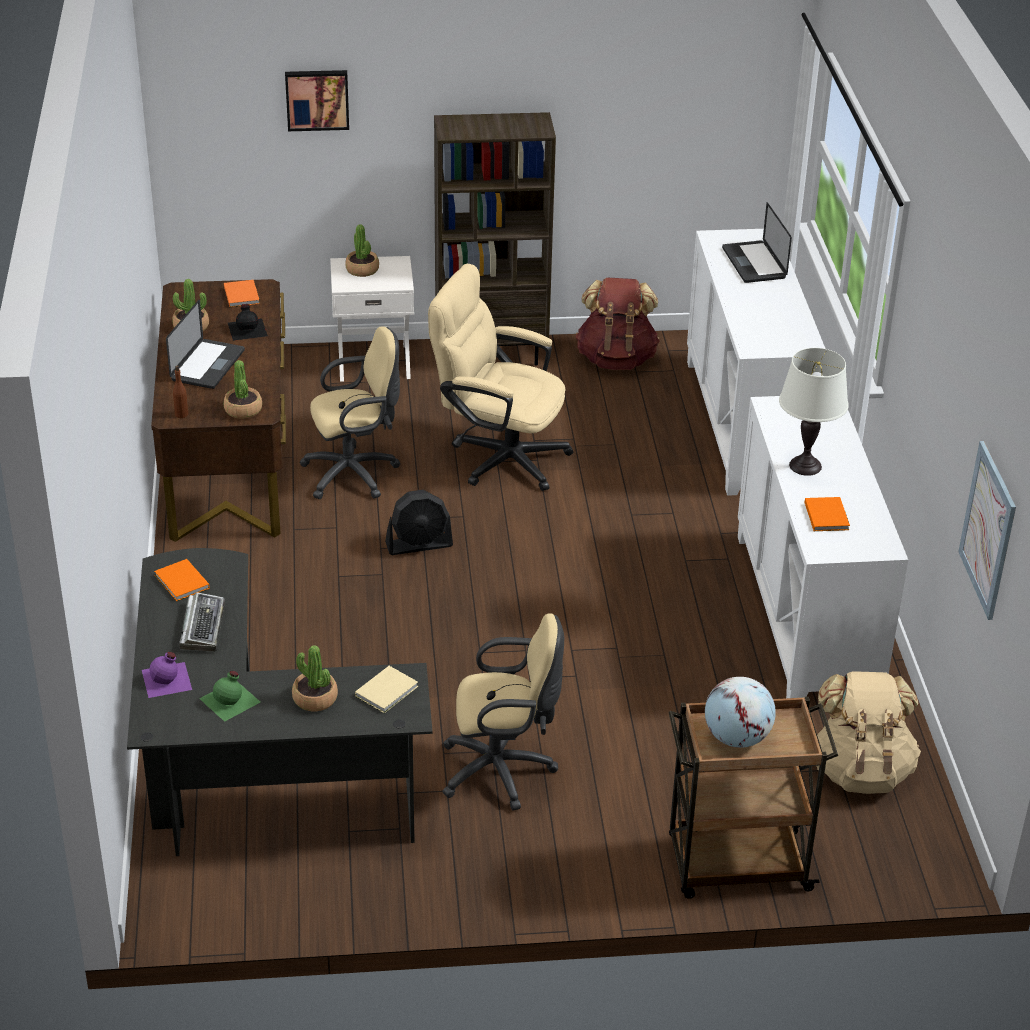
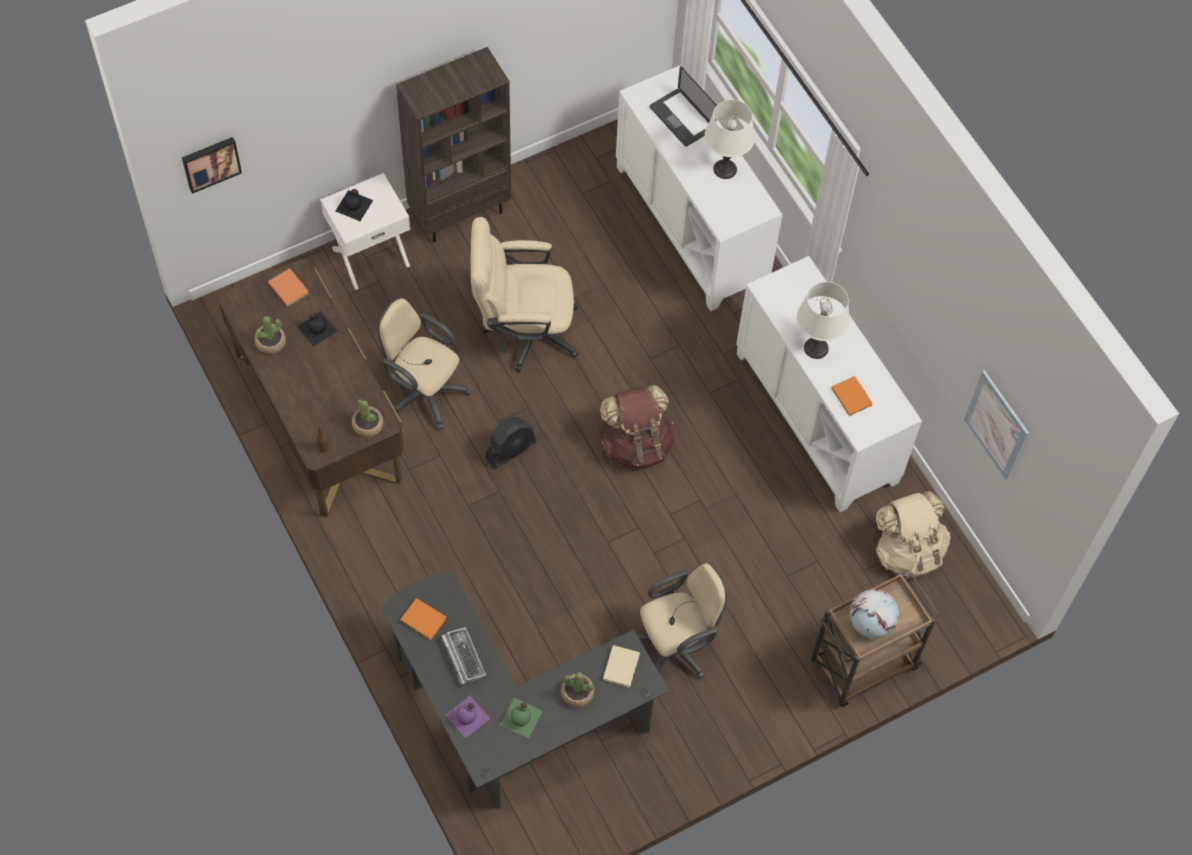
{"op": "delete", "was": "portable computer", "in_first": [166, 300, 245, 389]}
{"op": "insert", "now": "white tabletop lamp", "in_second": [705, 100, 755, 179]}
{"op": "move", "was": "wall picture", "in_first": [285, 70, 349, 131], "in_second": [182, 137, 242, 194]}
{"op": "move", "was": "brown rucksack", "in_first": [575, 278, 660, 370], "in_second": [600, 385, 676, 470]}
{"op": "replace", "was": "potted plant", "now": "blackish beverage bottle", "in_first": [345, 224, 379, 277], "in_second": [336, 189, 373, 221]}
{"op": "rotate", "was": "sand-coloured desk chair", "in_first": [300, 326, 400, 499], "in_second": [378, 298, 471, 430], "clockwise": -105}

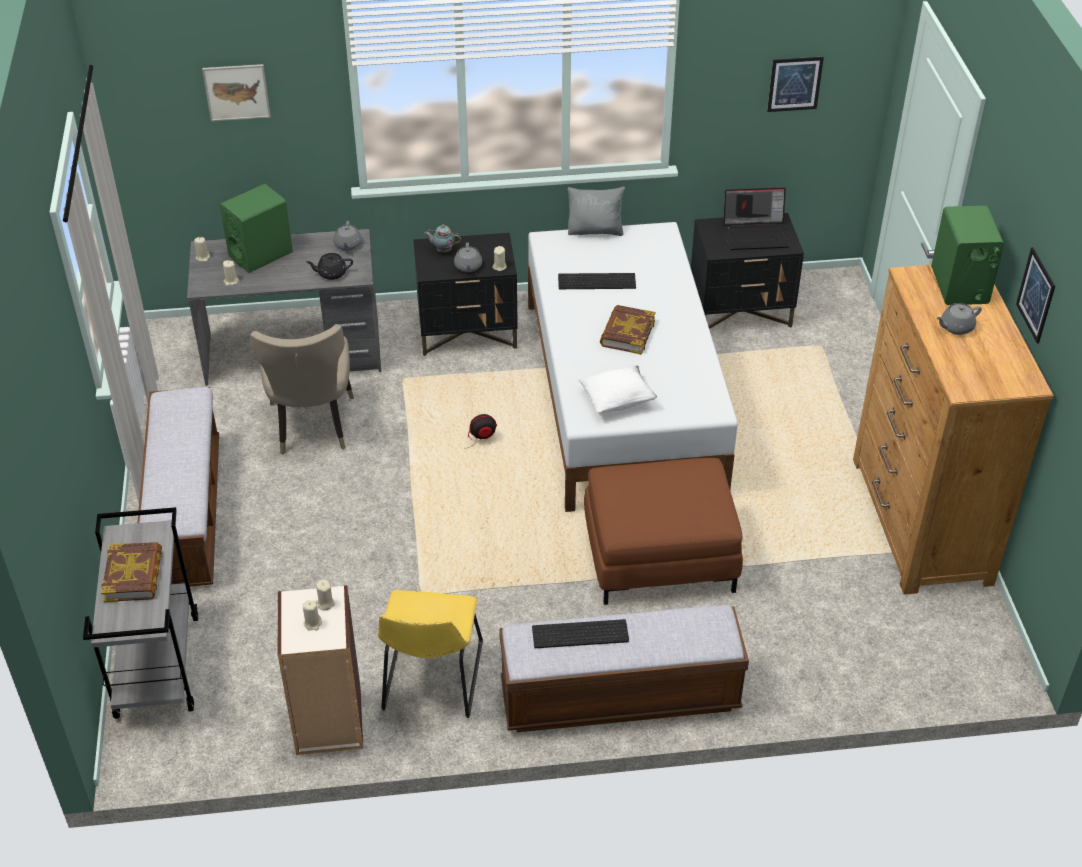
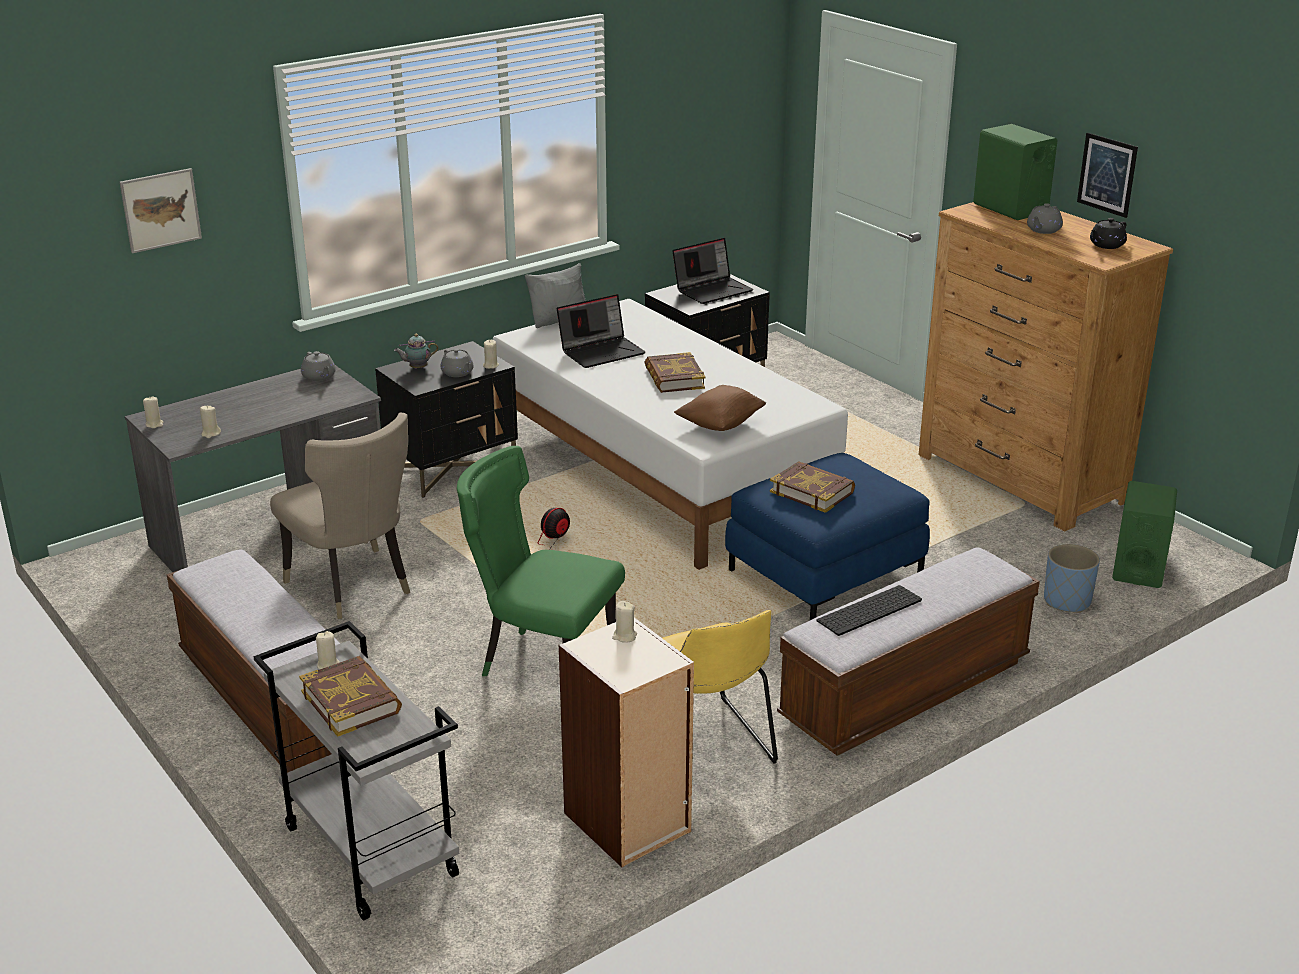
{"op": "delete", "was": "wall picture", "in_first": [767, 57, 824, 112]}
{"op": "insert", "now": "greenish chair", "in_second": [457, 446, 625, 676]}
{"op": "insert", "now": "book", "in_second": [770, 461, 855, 513]}
{"op": "insert", "now": "blue-coloured plant pot", "in_second": [1044, 544, 1100, 613]}
{"op": "move", "was": "greenish audio speaker", "in_first": [220, 184, 293, 273], "in_second": [1112, 481, 1177, 588]}
{"op": "move", "was": "sand-coloured wax light", "in_first": [303, 600, 322, 631], "in_second": [316, 631, 340, 670]}
{"op": "move", "was": "blackish tea pot", "in_first": [306, 253, 353, 280], "in_second": [1090, 218, 1127, 249]}
{"op": "replace", "was": "PC keyboard", "now": "portable computer", "in_first": [558, 273, 636, 289], "in_second": [557, 294, 645, 368]}
{"op": "recolor", "was": "white pillow", "now": "brown pillow", "in_first": [578, 364, 657, 413], "in_second": [674, 385, 766, 431]}
{"op": "recolor", "was": "brown ottoman", "now": "blue-coloured ottoman", "in_first": [584, 458, 743, 605], "in_second": [725, 453, 930, 620]}

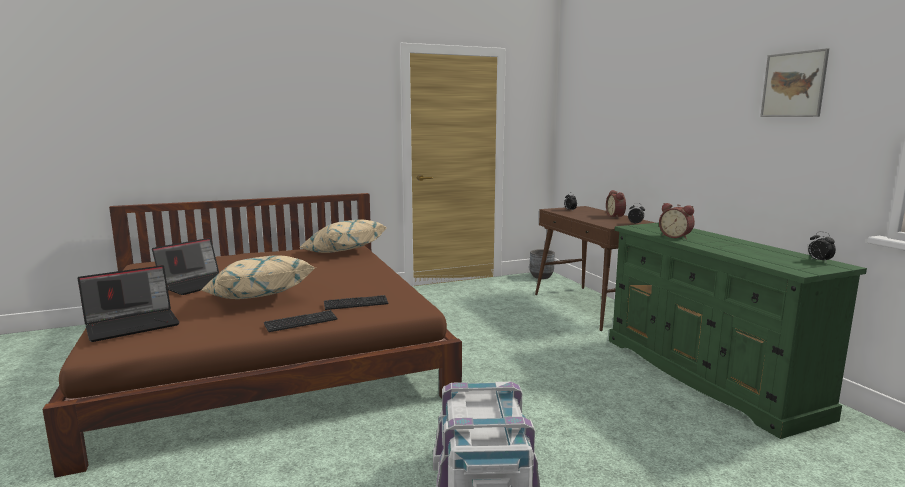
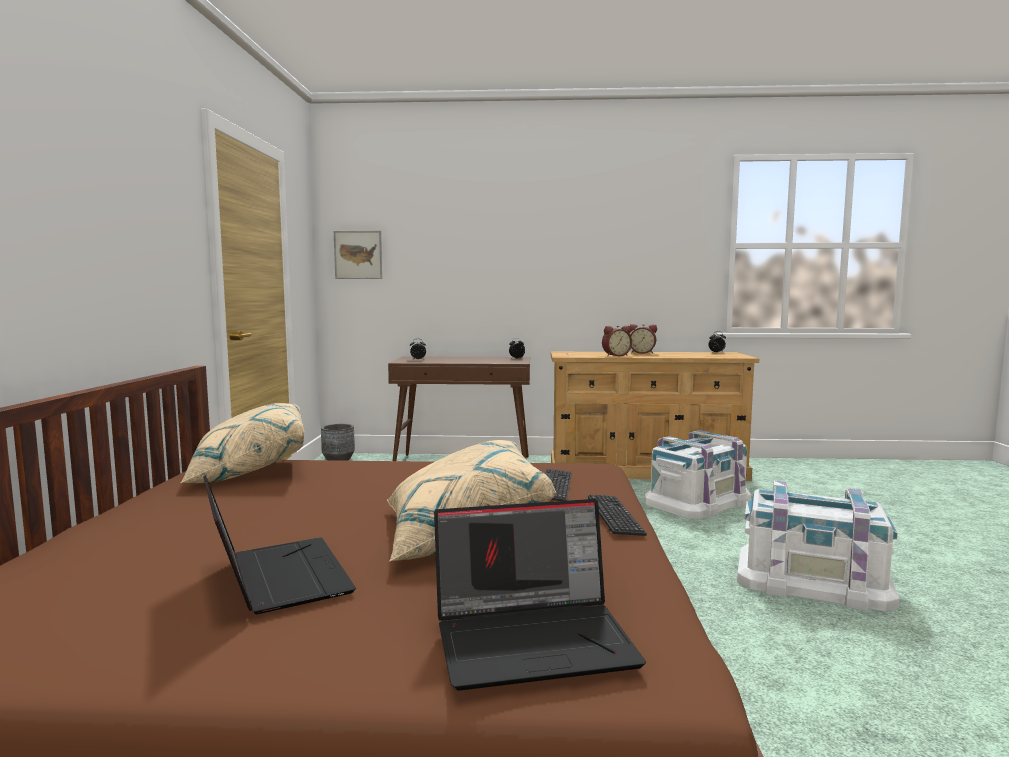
{"op": "insert", "now": "white storage container", "in_second": [645, 430, 751, 519]}
{"op": "move", "was": "table clock", "in_first": [606, 190, 626, 218], "in_second": [630, 324, 657, 354]}
{"op": "move", "was": "wall picture", "in_first": [760, 48, 829, 117], "in_second": [334, 231, 382, 279]}
{"op": "recolor", "was": "greenish chest of drawers", "now": "sand-coloured chest of drawers", "in_first": [609, 223, 867, 439], "in_second": [551, 352, 759, 481]}
{"op": "rotate", "was": "portable computer", "in_first": [78, 265, 180, 342], "in_second": [434, 499, 646, 691], "clockwise": 90}

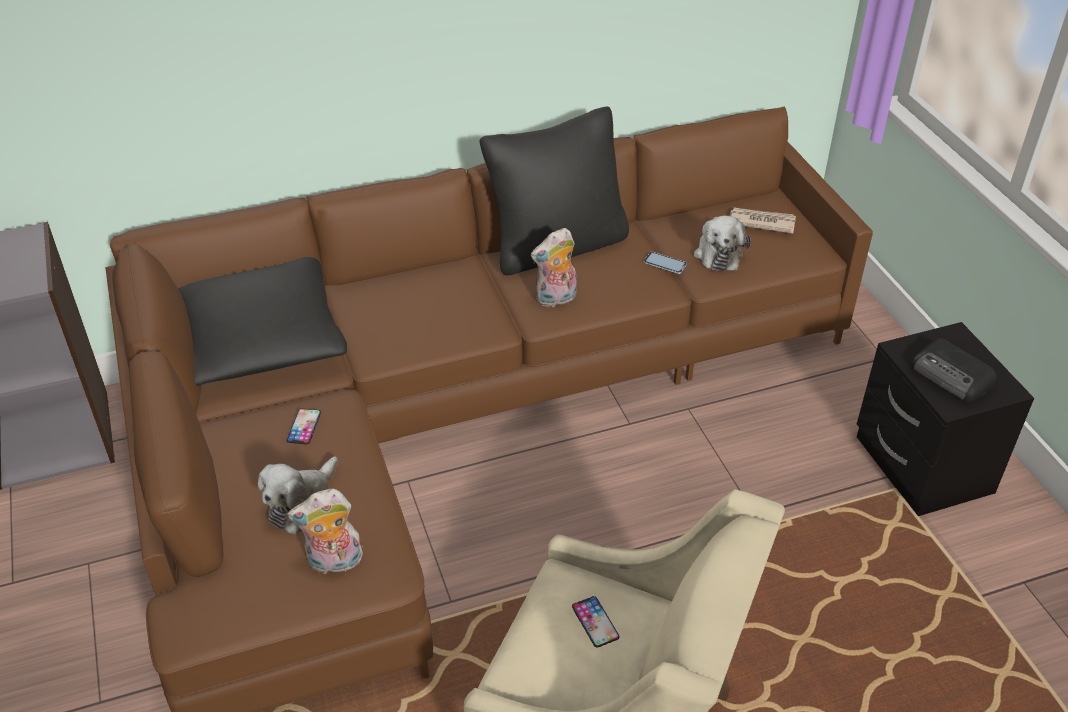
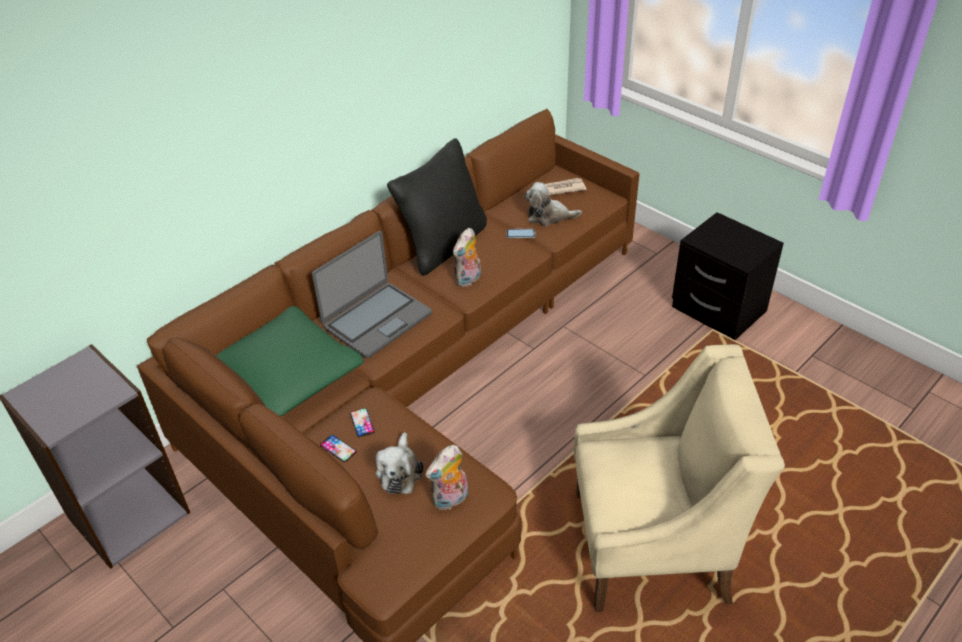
{"op": "delete", "was": "radio set", "in_first": [911, 338, 997, 402]}
{"op": "insert", "now": "portable computer", "in_second": [312, 231, 432, 358]}
{"op": "move", "was": "phone", "in_first": [572, 596, 620, 648], "in_second": [320, 435, 357, 462]}
{"op": "recolor", "was": "blackish pillow", "now": "greenish pillow", "in_first": [178, 257, 347, 386], "in_second": [216, 306, 364, 417]}
{"op": "rotate", "was": "soft toy", "in_first": [694, 216, 751, 271], "in_second": [525, 182, 582, 226], "clockwise": 120}

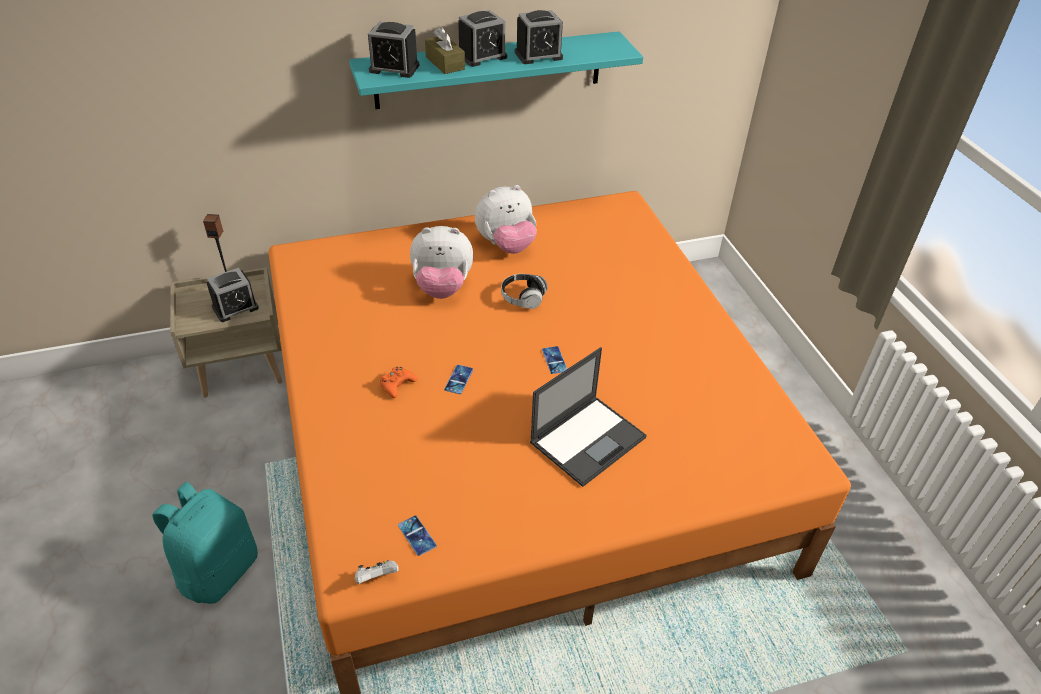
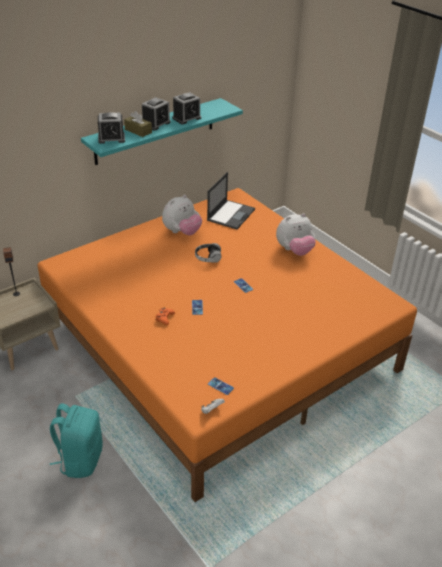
{"op": "delete", "was": "table clock", "in_first": [206, 268, 259, 322]}
{"op": "move", "was": "soft toy", "in_first": [410, 226, 473, 299], "in_second": [276, 213, 316, 256]}
{"op": "move", "was": "portable computer", "in_first": [530, 347, 647, 487], "in_second": [207, 172, 255, 229]}

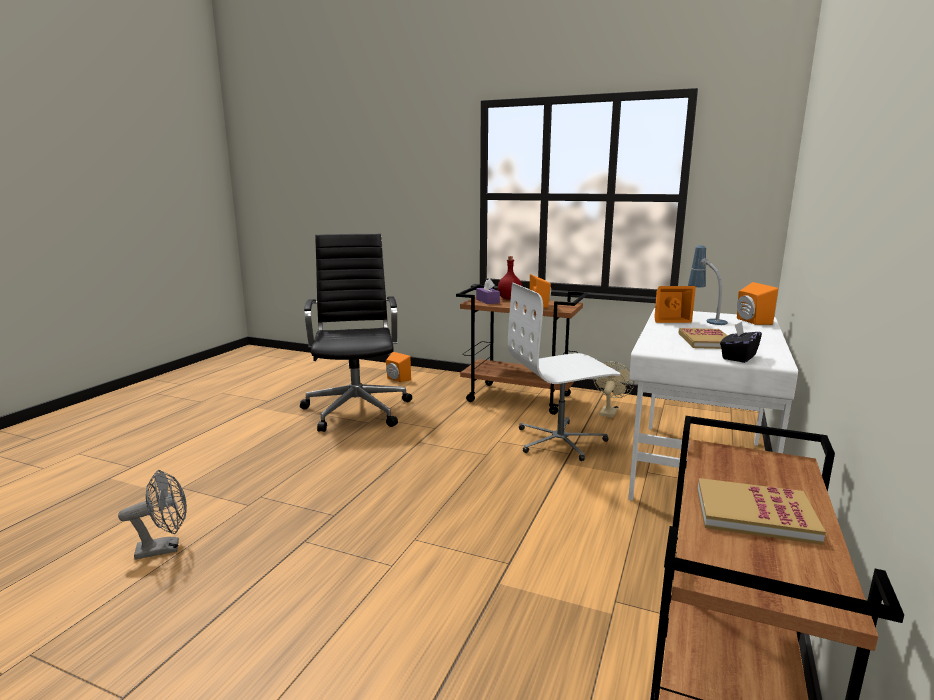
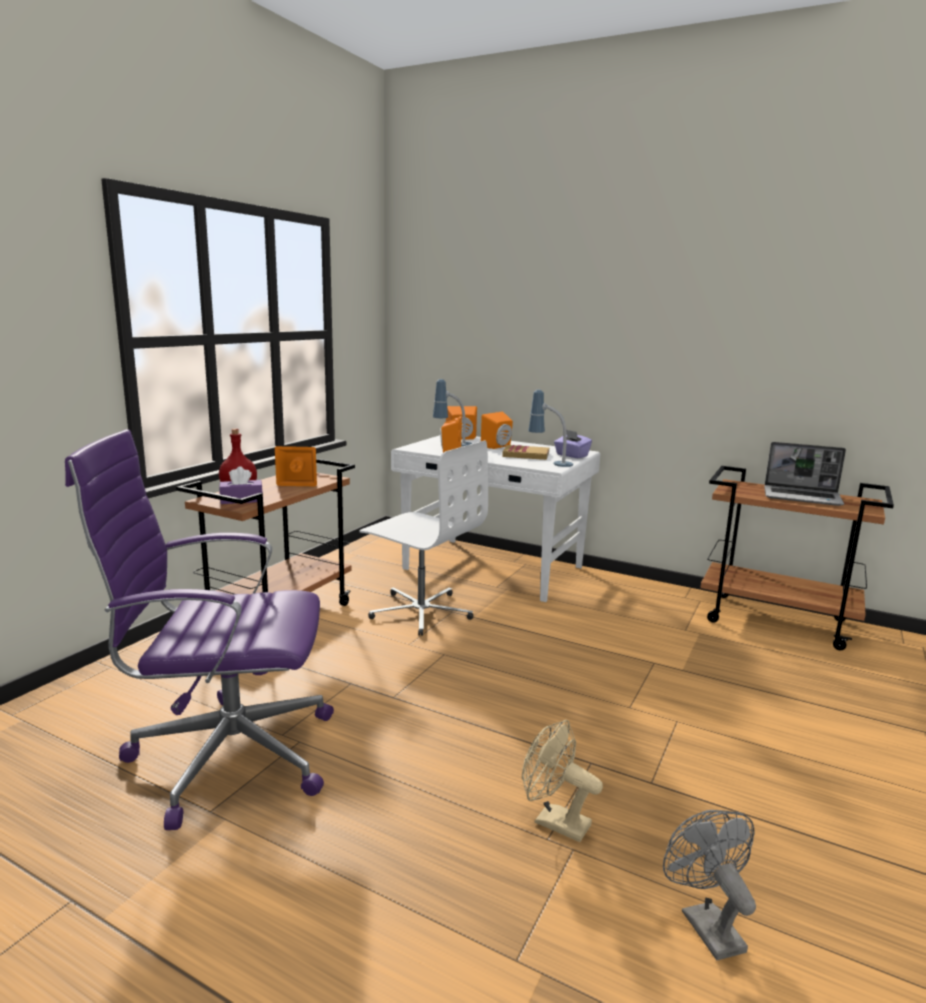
{"op": "insert", "now": "tabletop lamp", "in_second": [528, 390, 573, 467]}
{"op": "move", "was": "orangey audio speaker", "in_first": [386, 352, 411, 382], "in_second": [481, 412, 513, 449]}
{"op": "move", "was": "sand-coloured electric fan", "in_first": [593, 362, 634, 418], "in_second": [522, 720, 603, 842]}
{"op": "replace", "was": "book", "now": "portable computer", "in_first": [697, 478, 826, 545], "in_second": [764, 442, 846, 506]}
{"op": "recolor", "was": "blackish desk chair", "now": "purple-coloured desk chair", "in_first": [300, 234, 412, 432], "in_second": [65, 429, 334, 830]}
{"op": "recolor", "was": "blackish tissue box", "now": "purple-coloured tissue box", "in_first": [720, 321, 762, 363], "in_second": [554, 430, 592, 458]}
{"op": "rotate", "was": "white desk chair", "in_first": [508, 283, 621, 461], "in_second": [359, 440, 488, 636], "clockwise": -45}

